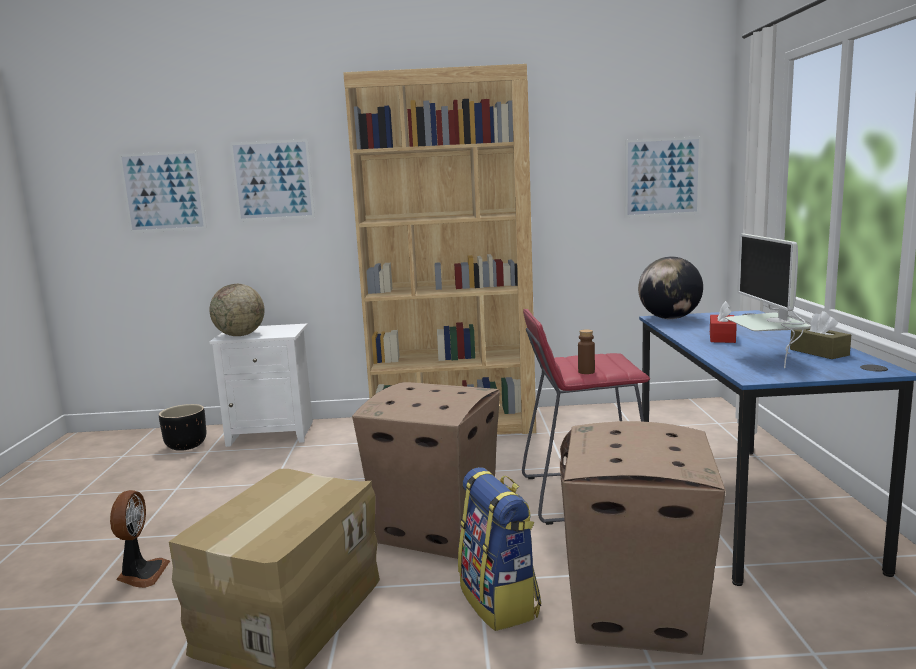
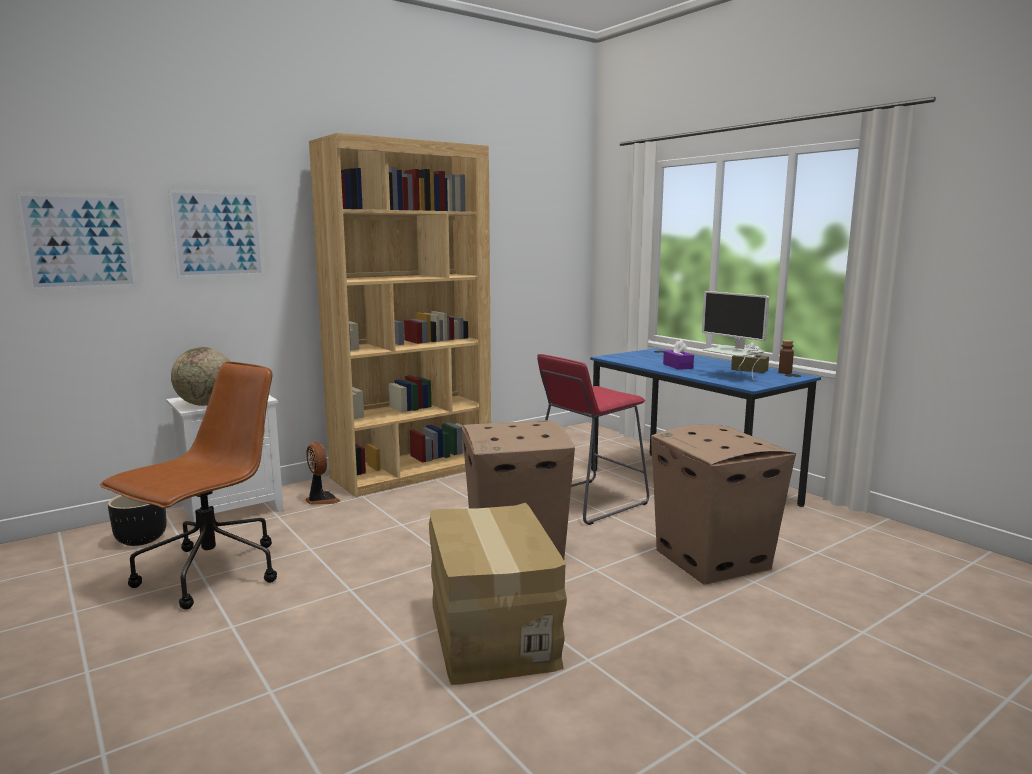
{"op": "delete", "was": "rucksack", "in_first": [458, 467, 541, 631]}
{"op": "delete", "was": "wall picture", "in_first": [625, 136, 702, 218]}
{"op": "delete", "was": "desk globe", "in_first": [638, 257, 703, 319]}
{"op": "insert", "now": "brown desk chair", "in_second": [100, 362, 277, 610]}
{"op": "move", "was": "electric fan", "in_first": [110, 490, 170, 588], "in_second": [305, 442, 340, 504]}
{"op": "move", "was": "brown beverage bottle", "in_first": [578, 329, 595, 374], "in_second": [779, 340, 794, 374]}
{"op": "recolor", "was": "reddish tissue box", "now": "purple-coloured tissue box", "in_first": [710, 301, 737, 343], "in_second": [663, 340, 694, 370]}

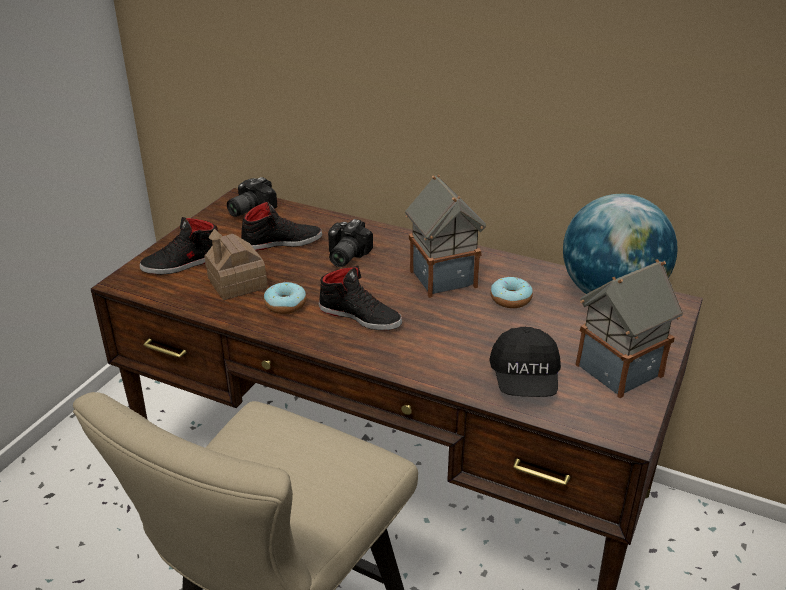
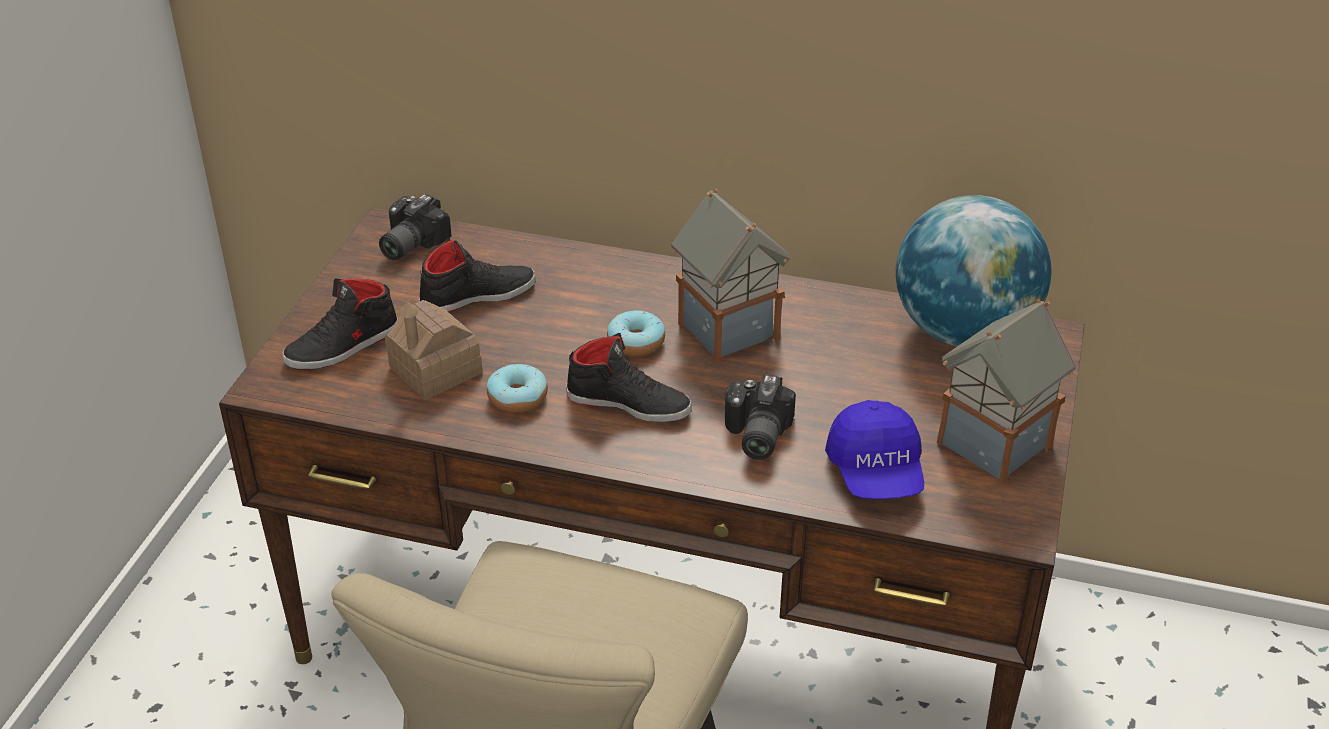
{"op": "move", "was": "still camera", "in_first": [328, 219, 373, 267], "in_second": [725, 374, 796, 460]}
{"op": "move", "was": "ring doughnut", "in_first": [490, 277, 533, 308], "in_second": [607, 310, 665, 356]}
{"op": "recolor", "was": "blackish cap", "now": "blue-coloured cap", "in_first": [489, 326, 561, 397], "in_second": [825, 400, 924, 499]}

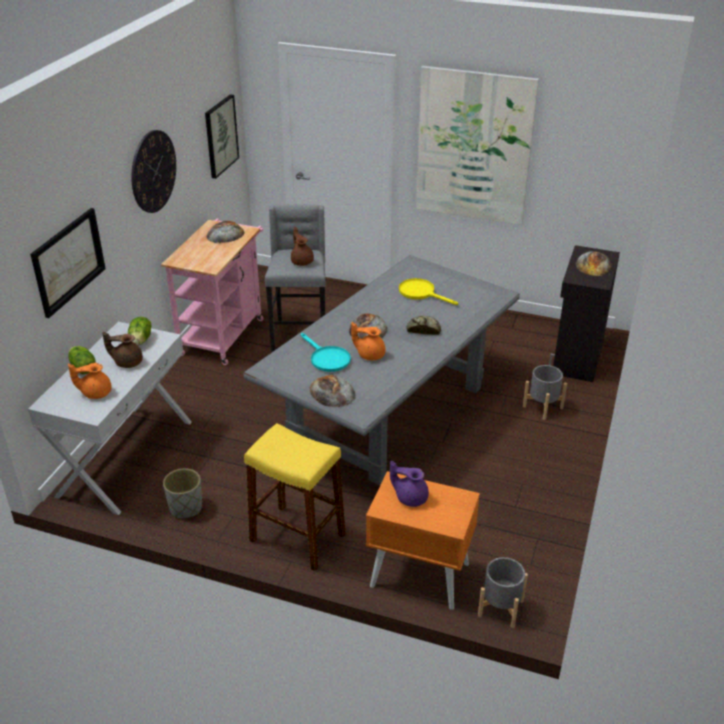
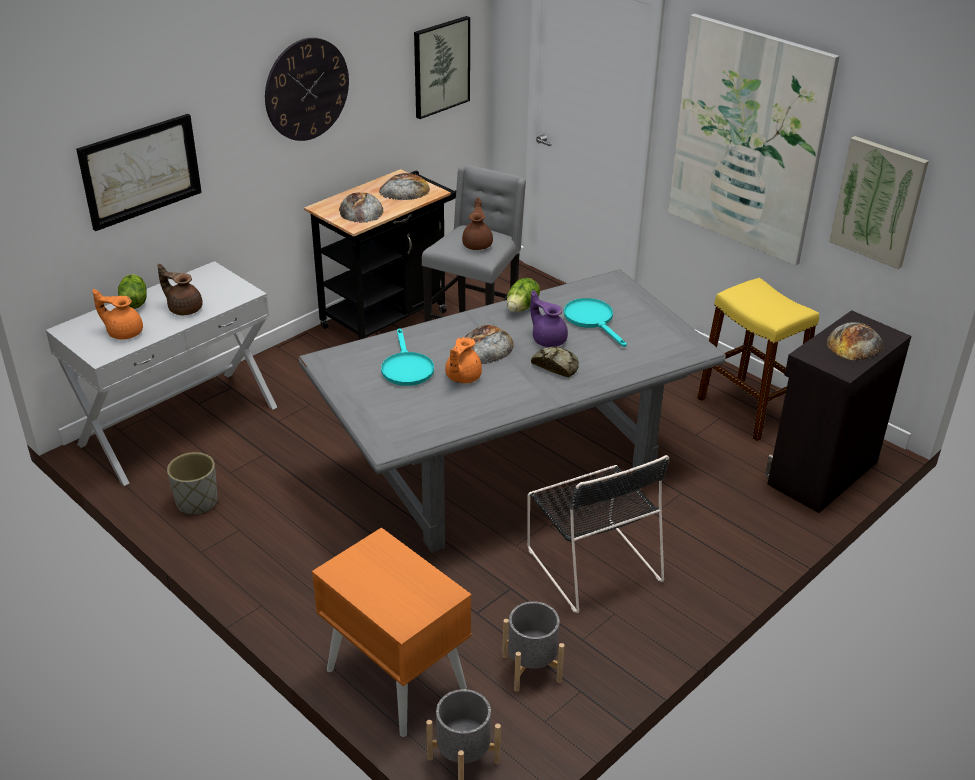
{"op": "insert", "now": "blackish chair", "in_second": [527, 455, 670, 613]}
{"op": "insert", "now": "wall picture", "in_second": [829, 136, 929, 269]}
{"op": "move", "was": "lettuce", "in_first": [128, 317, 152, 346], "in_second": [507, 278, 540, 312]}
{"op": "move", "was": "yellowish stool seat", "in_first": [244, 423, 346, 571], "in_second": [697, 278, 819, 442]}
{"op": "move", "was": "bread", "in_first": [310, 375, 355, 407], "in_second": [339, 193, 383, 223]}
{"op": "move", "was": "purple-coloured tea pot", "in_first": [390, 461, 429, 507], "in_second": [530, 290, 568, 347]}
{"op": "move", "was": "grey plant pot", "in_first": [523, 365, 567, 420], "in_second": [502, 601, 565, 692]}
{"op": "recolor", "was": "pinkish cart", "now": "blackish cart", "in_first": [161, 219, 264, 365], "in_second": [304, 169, 456, 340]}
{"op": "recolor", "was": "yellowish pan", "now": "turquoise pan", "in_first": [399, 278, 458, 305], "in_second": [564, 298, 627, 347]}
{"op": "rotate", "was": "orangey tea pot", "in_first": [351, 322, 385, 361], "in_second": [445, 337, 482, 383], "clockwise": -105}

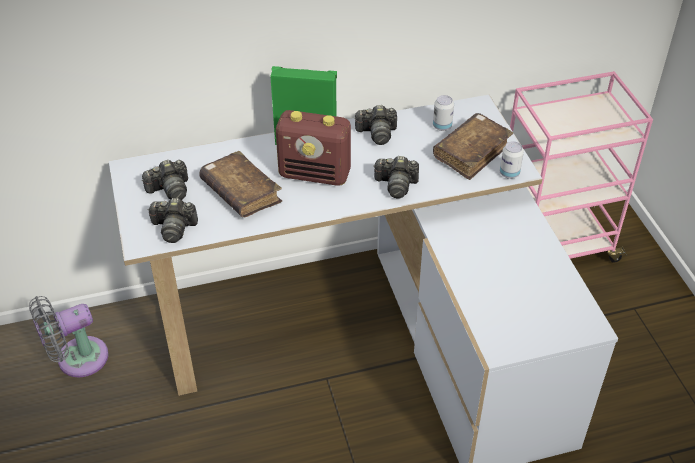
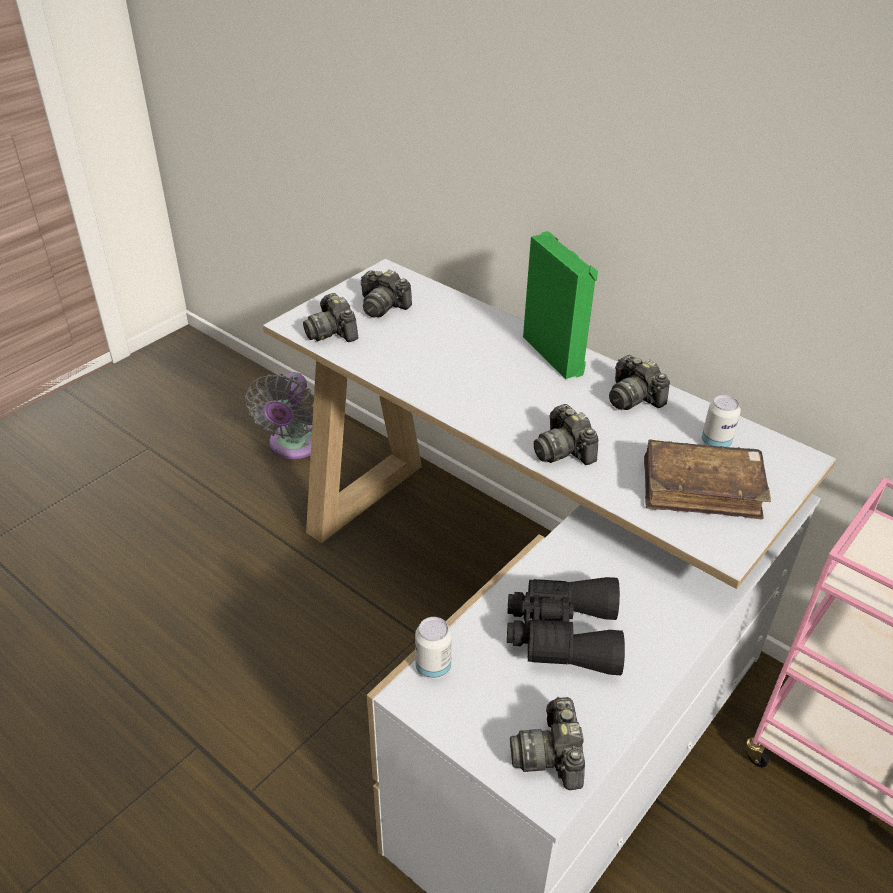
{"op": "delete", "was": "brown book", "in_first": [199, 151, 282, 217]}
{"op": "delete", "was": "radio set", "in_first": [276, 110, 351, 186]}
{"op": "insert", "now": "blackish field glasses", "in_second": [507, 577, 625, 675]}
{"op": "insert", "now": "still camera", "in_second": [510, 696, 585, 790]}
{"op": "move", "was": "can", "in_first": [500, 141, 524, 179], "in_second": [415, 617, 452, 679]}
{"op": "rotate", "was": "grey electric fan", "in_first": [29, 296, 109, 377], "in_second": [245, 372, 314, 459], "clockwise": -105}

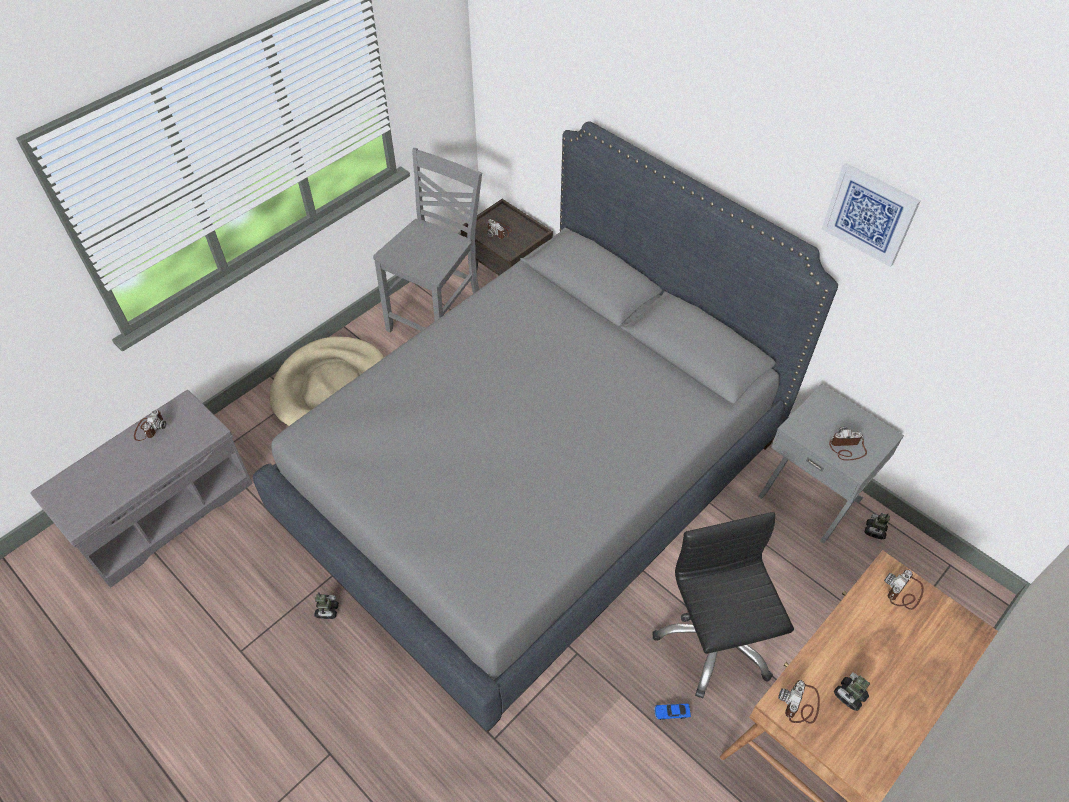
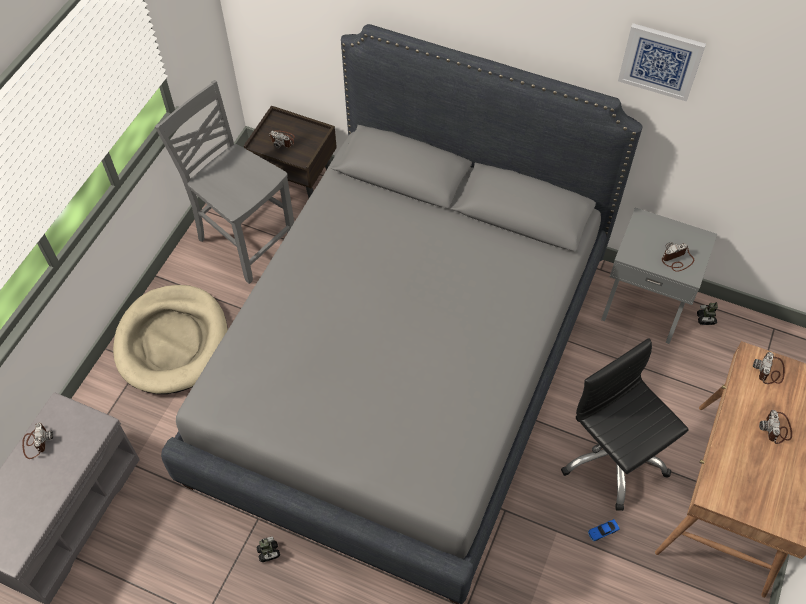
{"op": "delete", "was": "toy robot", "in_first": [834, 672, 870, 711]}
{"op": "move", "was": "still camera", "in_first": [778, 680, 820, 724], "in_second": [759, 410, 792, 444]}
{"op": "rotate", "was": "grey chair", "in_first": [373, 148, 482, 333], "in_second": [155, 80, 294, 284], "clockwise": -60}

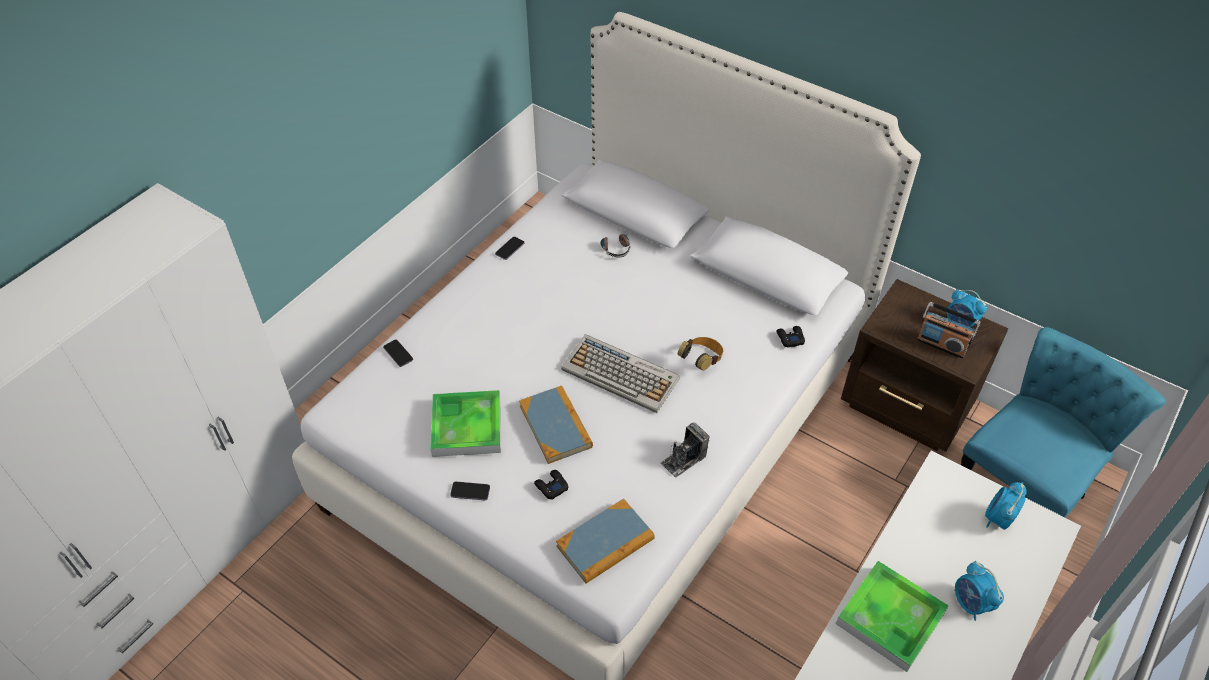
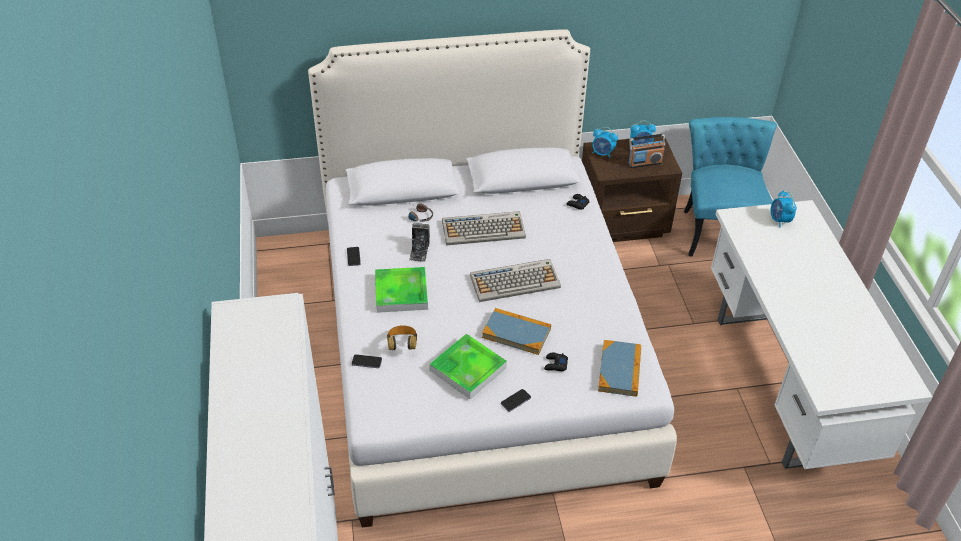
{"op": "insert", "now": "PC keyboard", "in_second": [442, 211, 526, 246]}
{"op": "move", "was": "still camera", "in_first": [660, 422, 709, 478], "in_second": [409, 223, 430, 262]}
{"op": "move", "was": "headphones", "in_first": [678, 337, 724, 370], "in_second": [387, 325, 417, 350]}
{"op": "move", "was": "serving tray", "in_first": [836, 561, 949, 672], "in_second": [375, 267, 428, 313]}
{"op": "move", "was": "table clock", "in_first": [954, 561, 1004, 621], "in_second": [592, 127, 618, 158]}

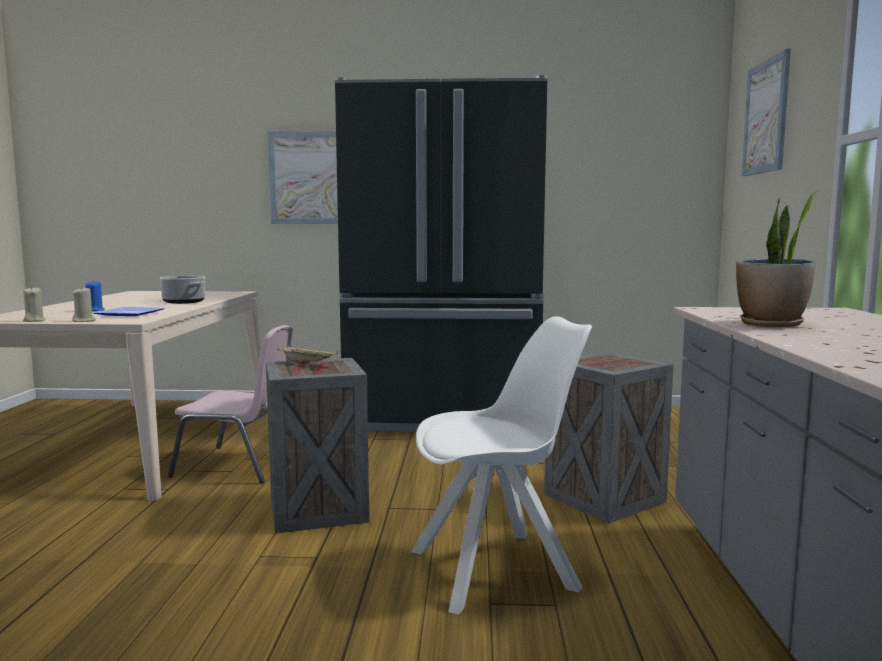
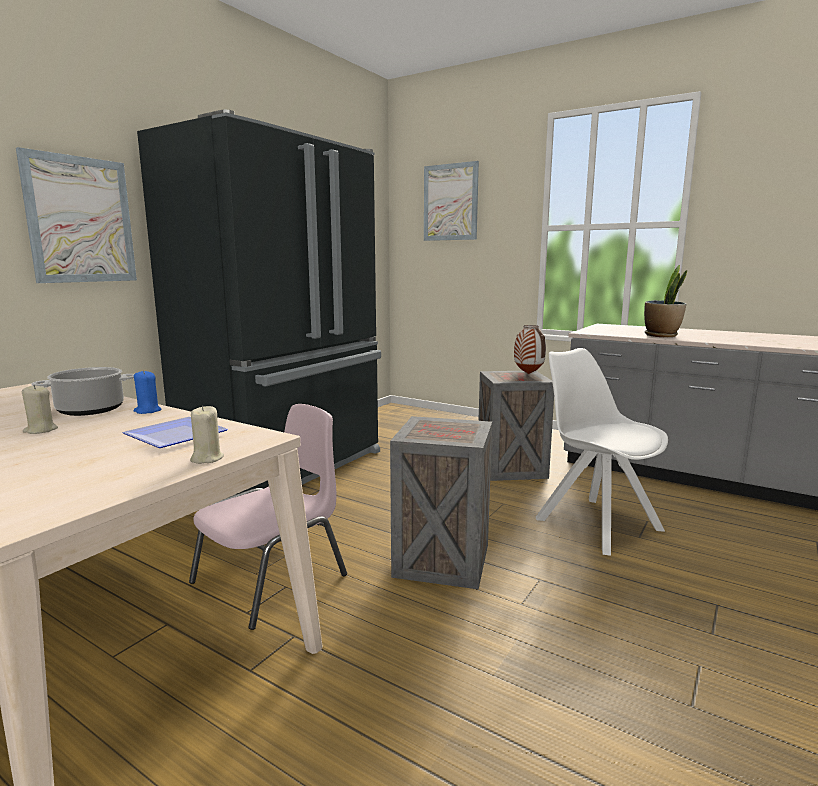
{"op": "delete", "was": "sand-coloured serving tray", "in_first": [277, 346, 339, 364]}
{"op": "insert", "now": "decorative vase", "in_second": [514, 325, 546, 374]}
{"op": "move", "was": "sand-coloured wax light", "in_first": [23, 286, 46, 322], "in_second": [22, 385, 58, 434]}
{"op": "move", "was": "blue-coloured wax light", "in_first": [86, 280, 105, 311], "in_second": [133, 370, 161, 414]}
{"op": "rotate", "was": "white chair", "in_first": [411, 316, 592, 614], "in_second": [536, 348, 668, 556], "clockwise": -45}

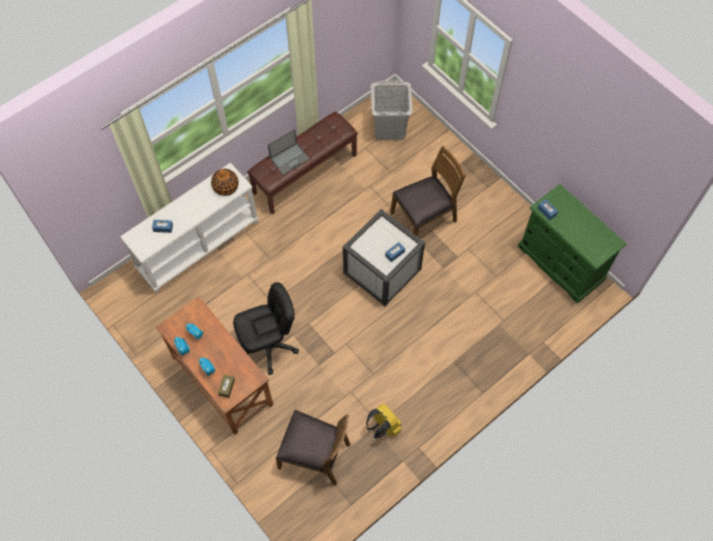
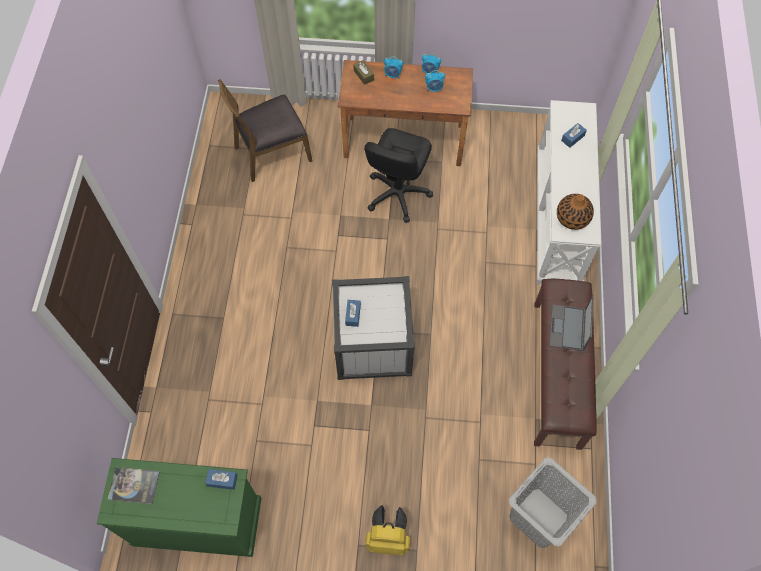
{"op": "delete", "was": "brown chair", "in_first": [390, 146, 465, 236]}
{"op": "insert", "now": "book", "in_second": [107, 467, 160, 504]}
{"op": "move", "was": "yellowish rucksack", "in_first": [366, 404, 401, 438], "in_second": [365, 505, 410, 556]}

